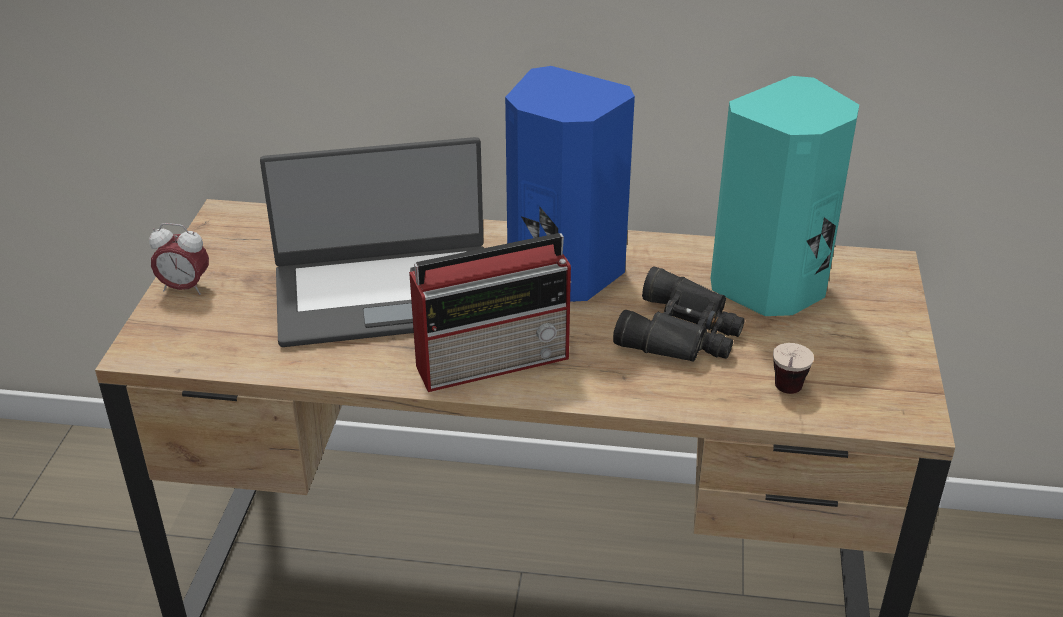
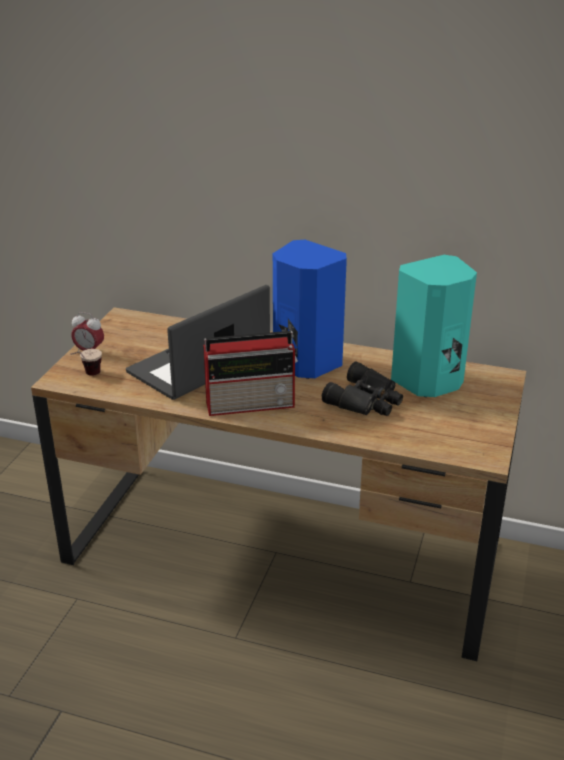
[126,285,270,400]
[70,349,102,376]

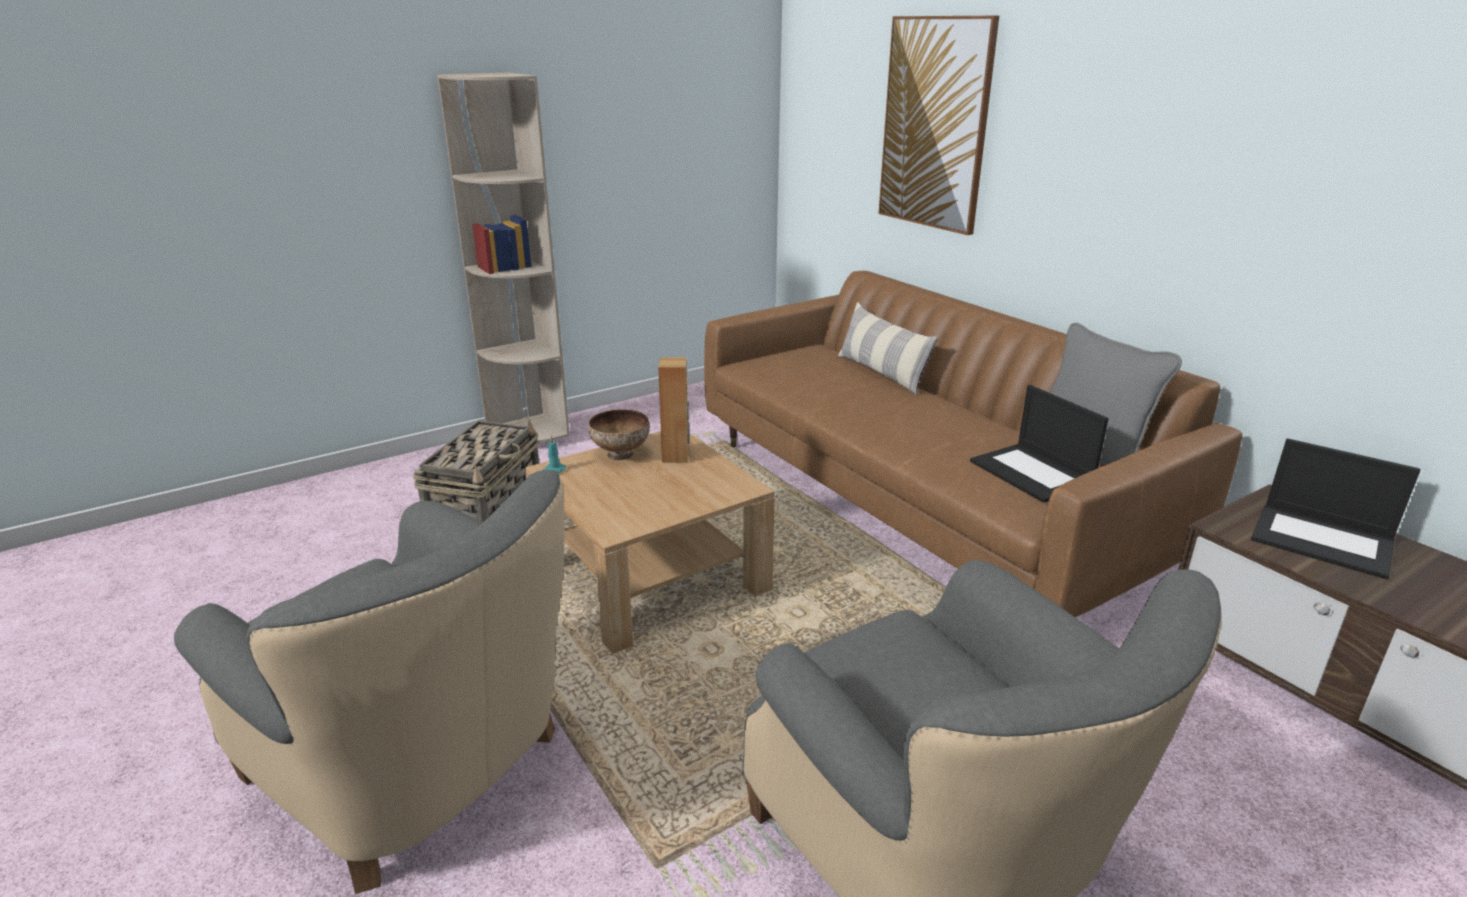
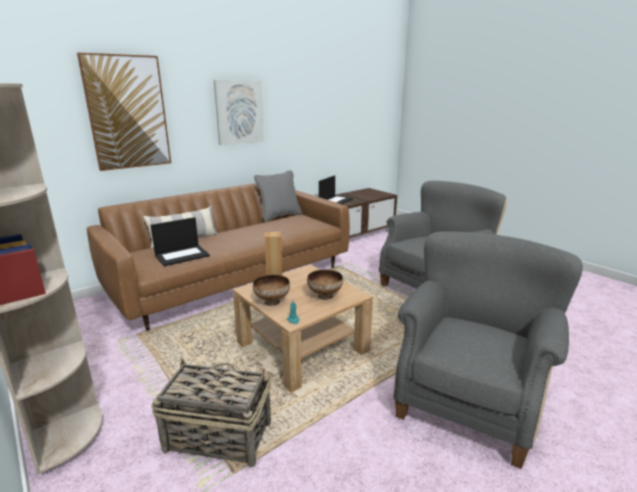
[150,217,210,266]
[214,80,264,145]
[307,269,343,300]

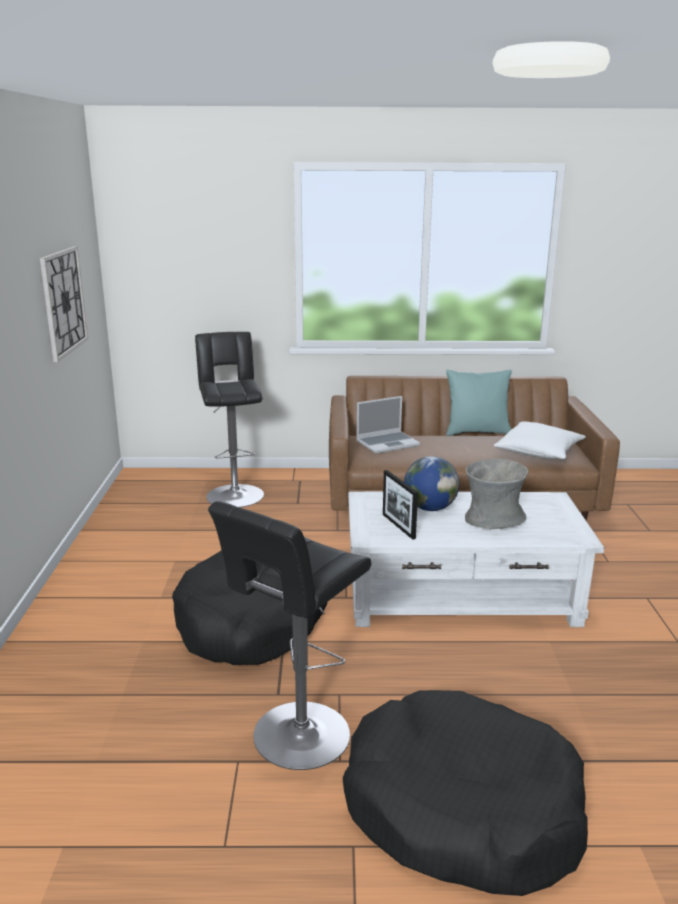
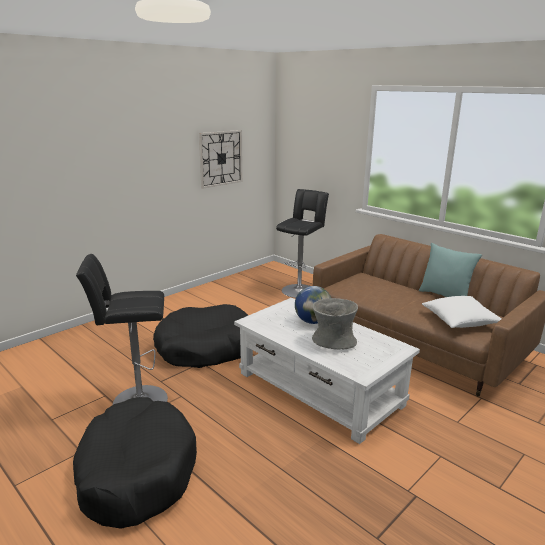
[356,396,420,454] (first image)
[383,470,418,540] (first image)

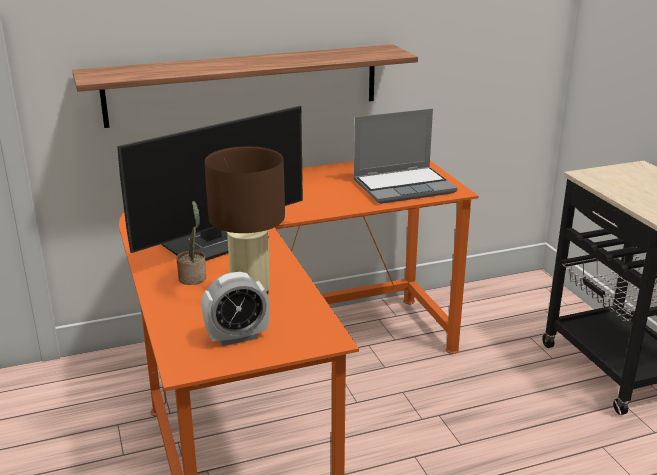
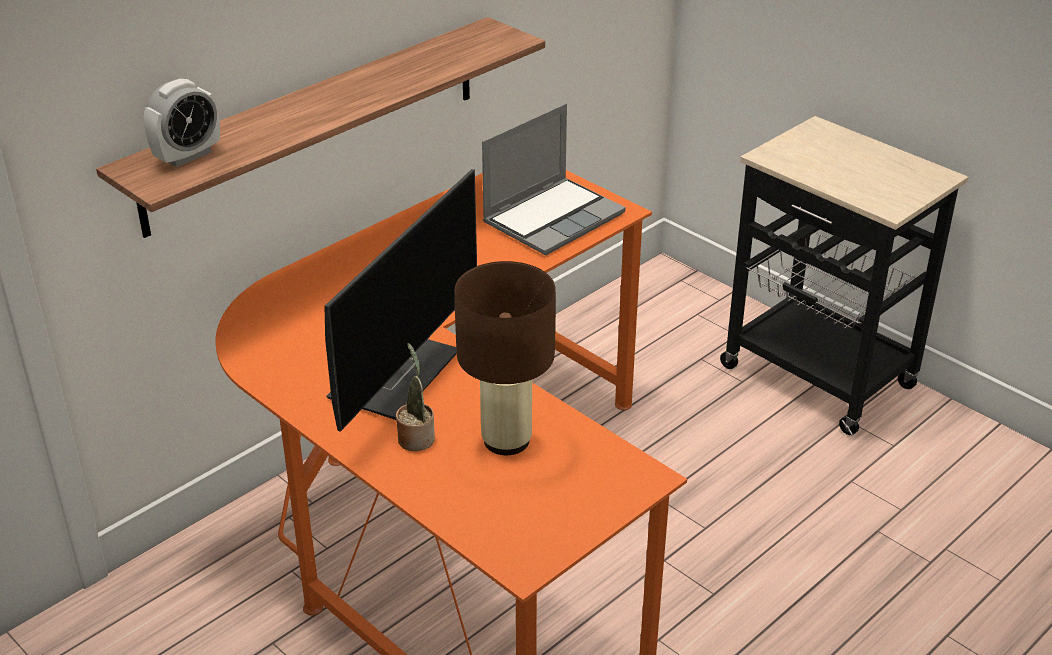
[144,79,220,167]

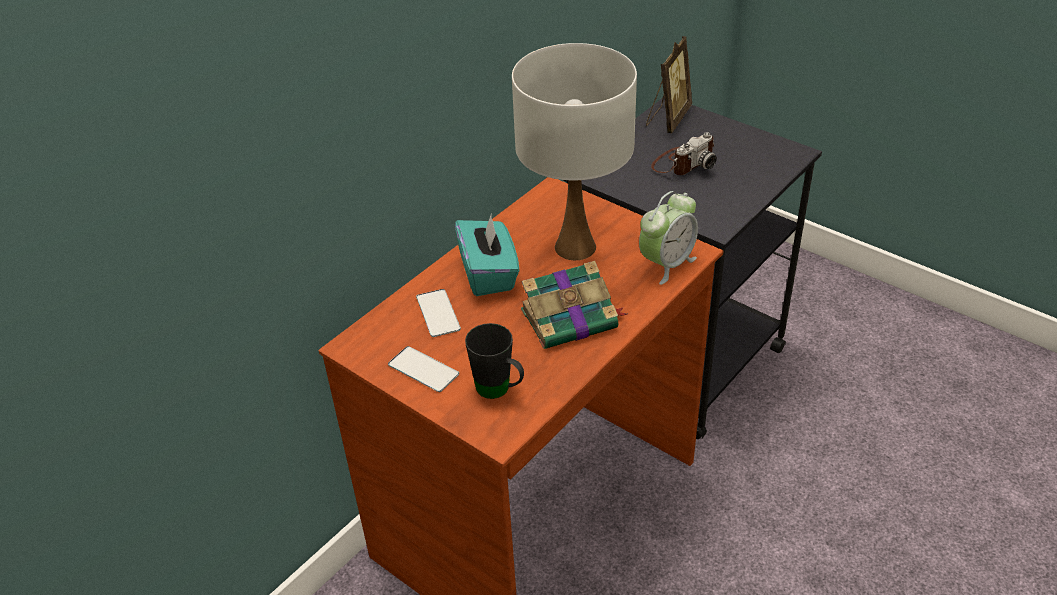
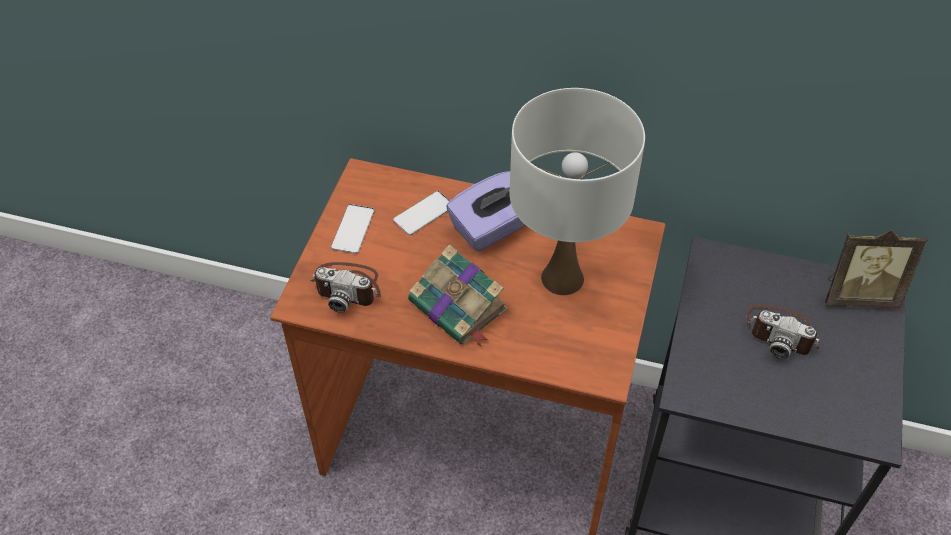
[639,191,698,285] (first image)
[446,171,525,252]
[310,262,381,313]

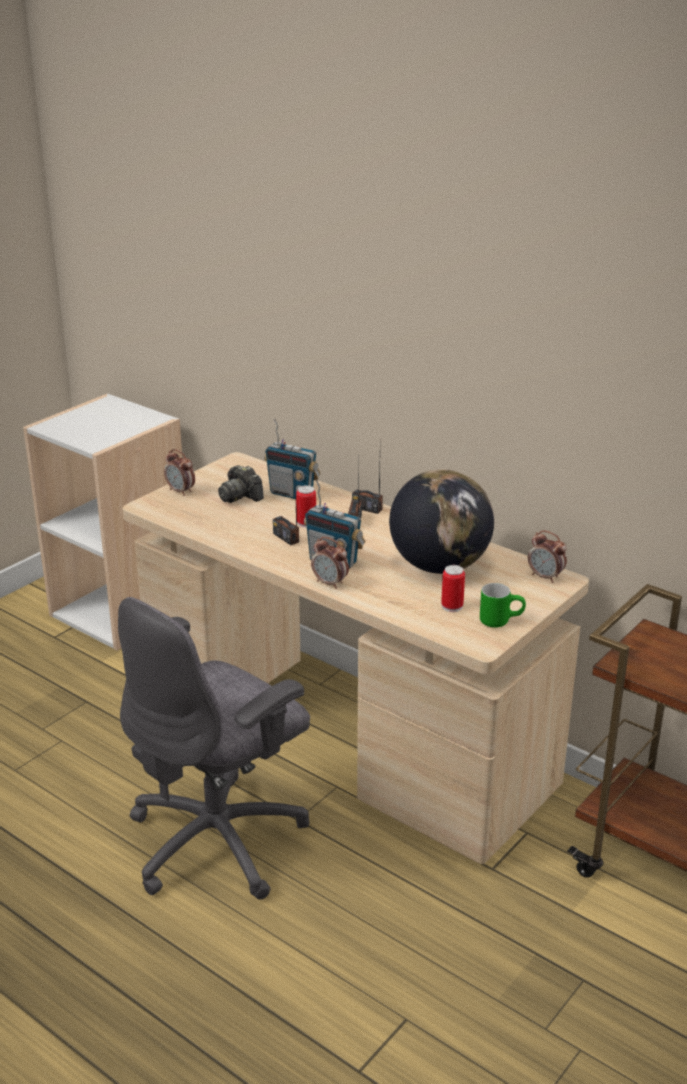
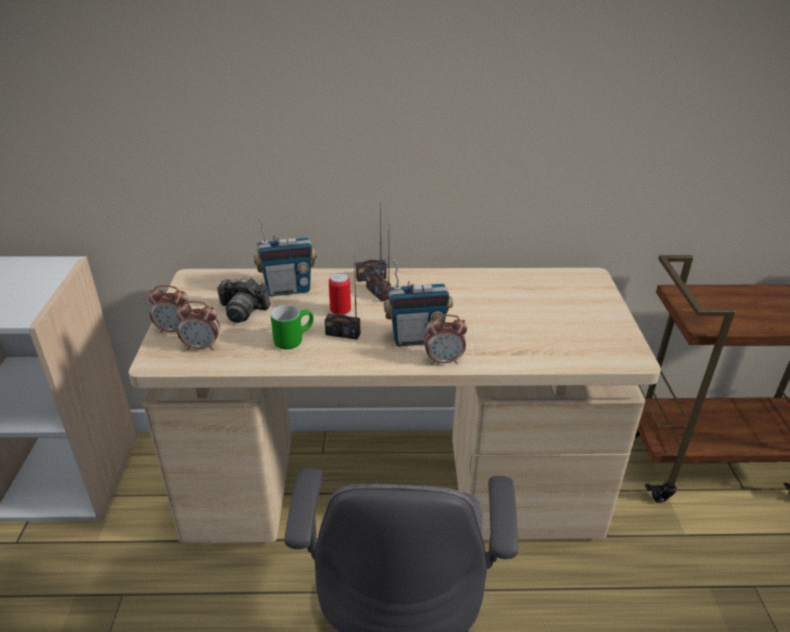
[389,469,494,574] (first image)
[176,301,220,350]
[441,565,465,612] (first image)
[271,305,314,349]

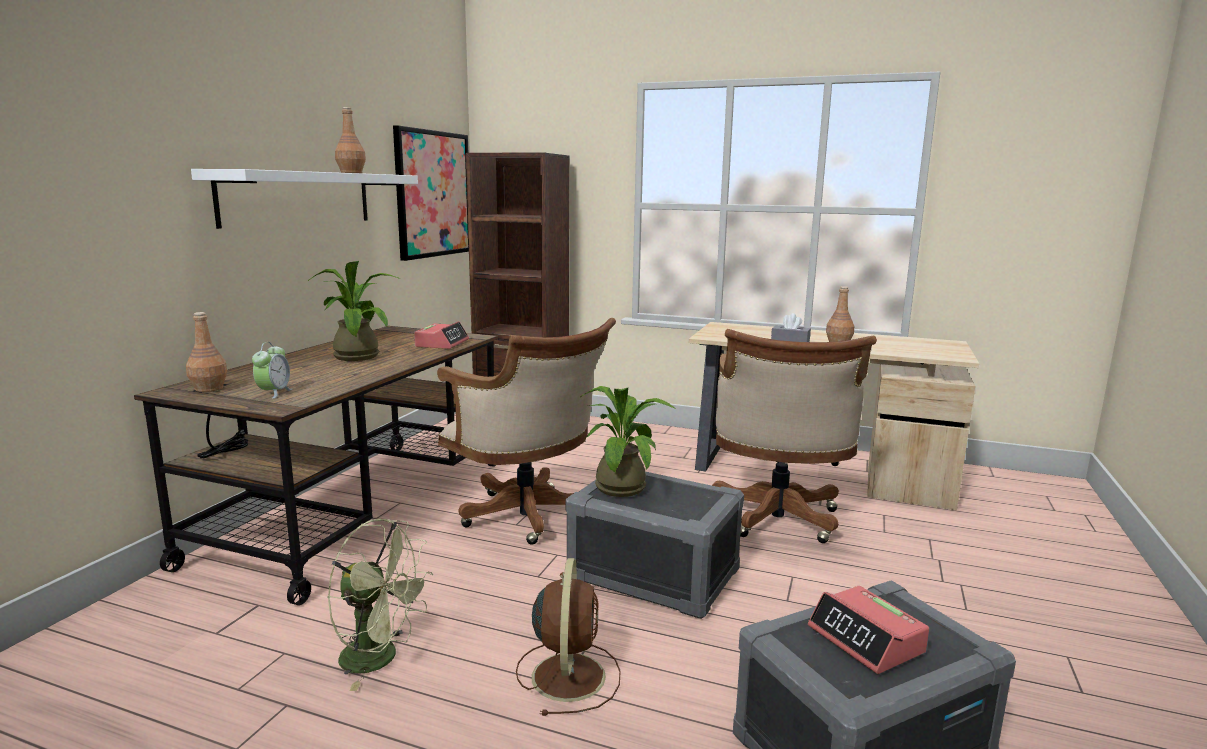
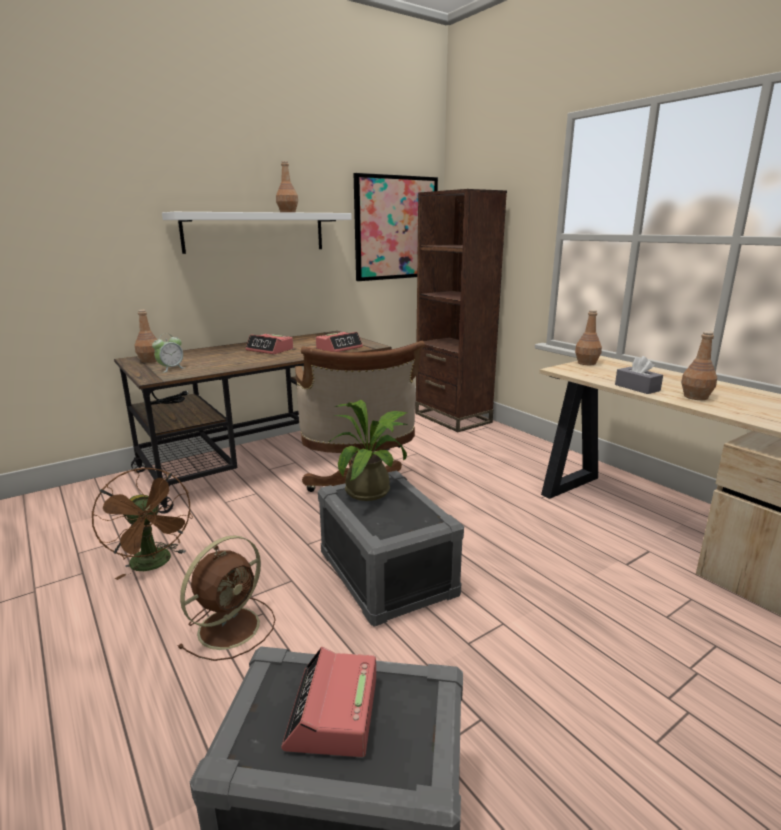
[245,334,293,354]
[712,329,877,543] (first image)
[92,468,193,580]
[575,310,602,365]

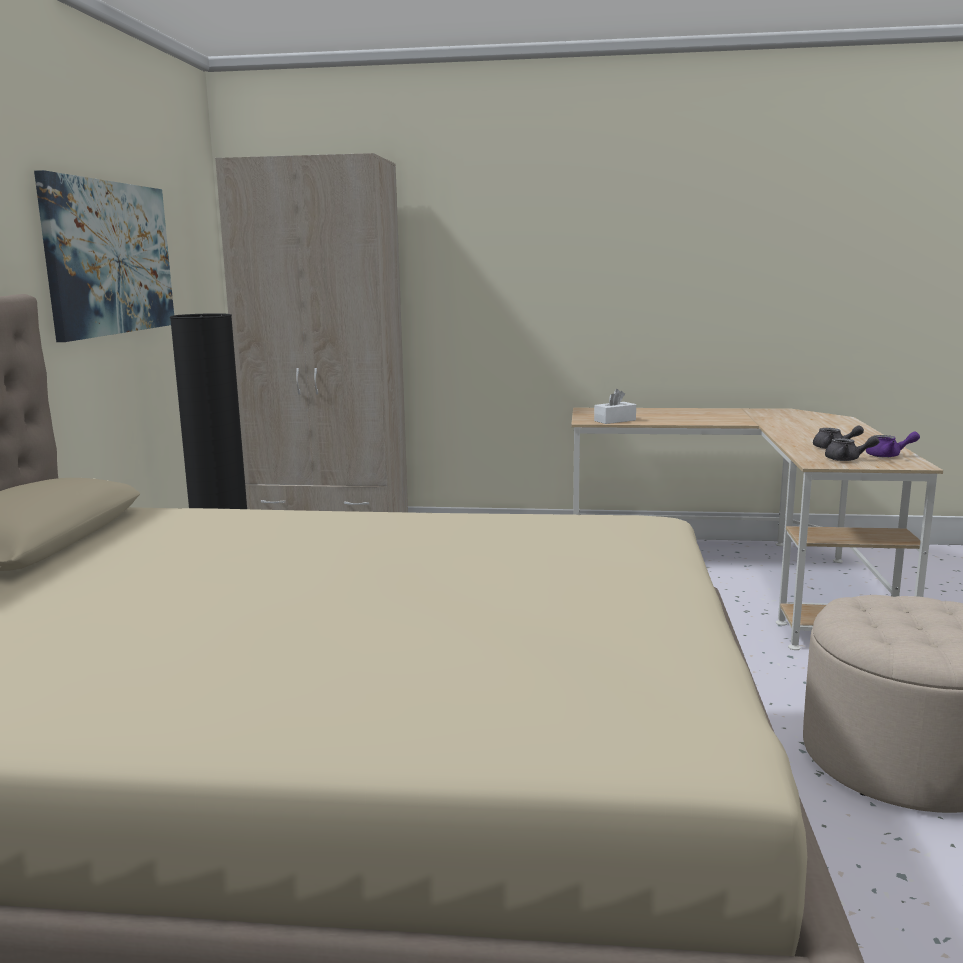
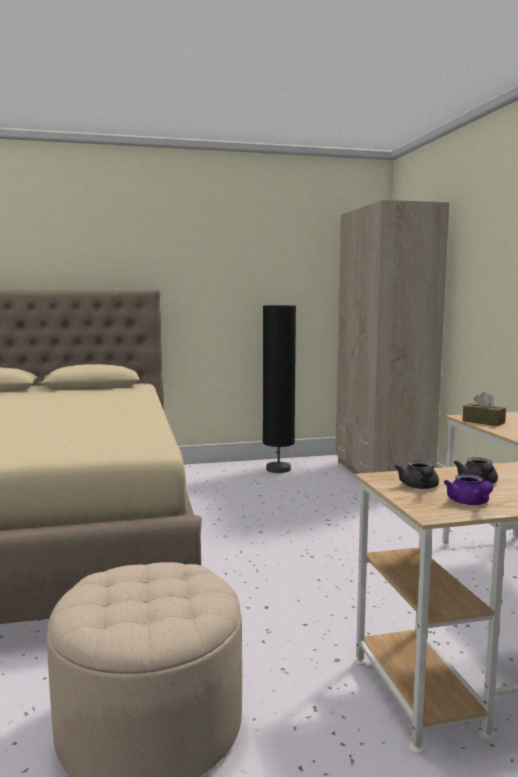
[34,170,174,342] (first image)
[463,392,506,426]

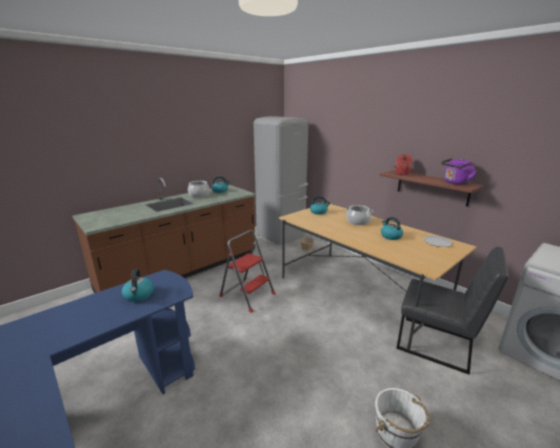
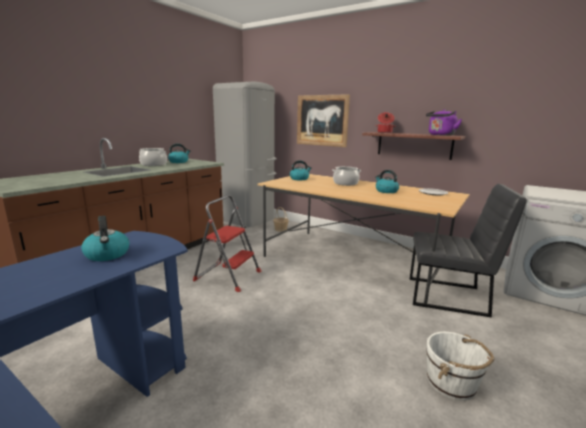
[297,94,350,147]

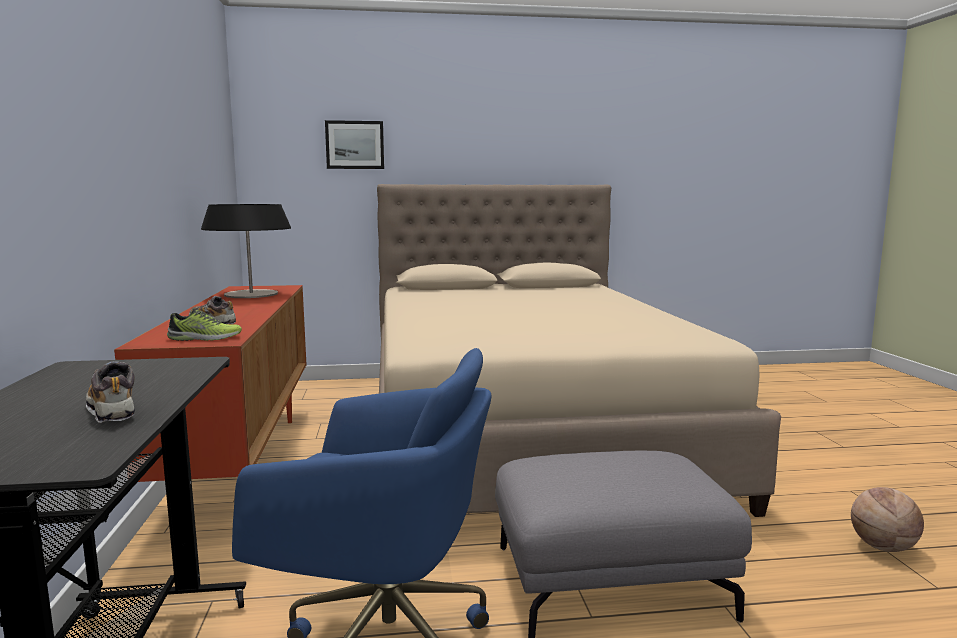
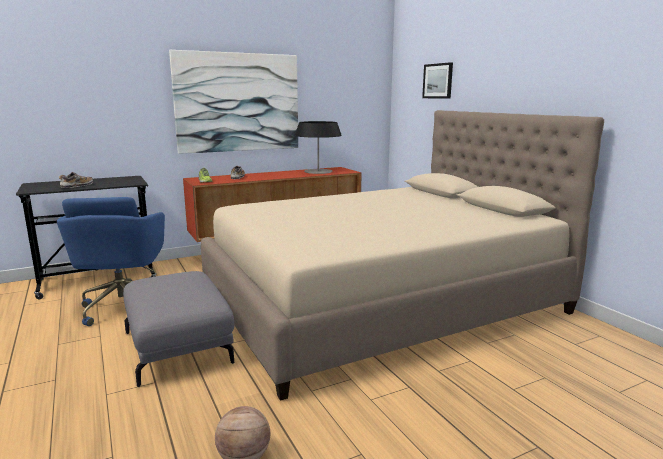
[169,50,298,154]

